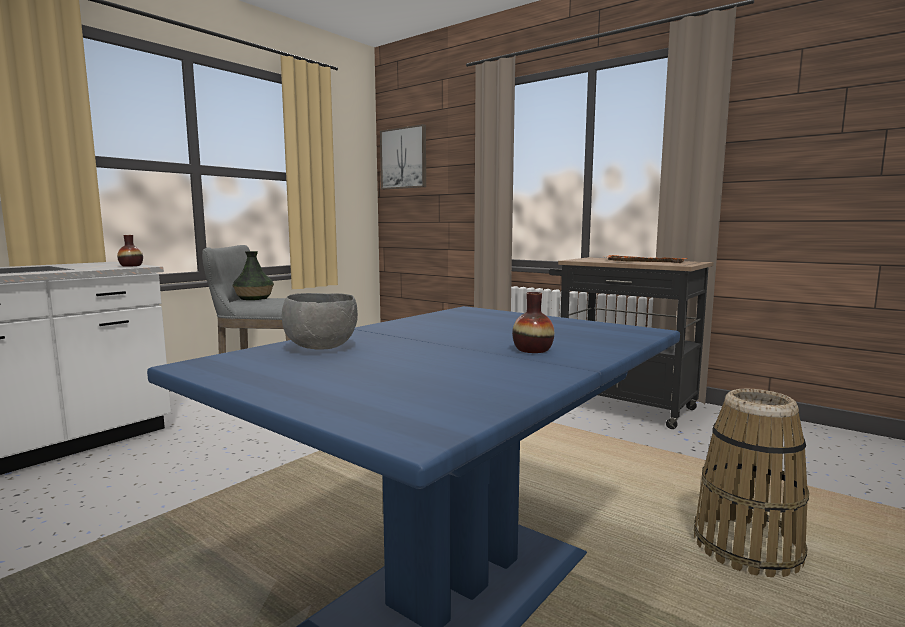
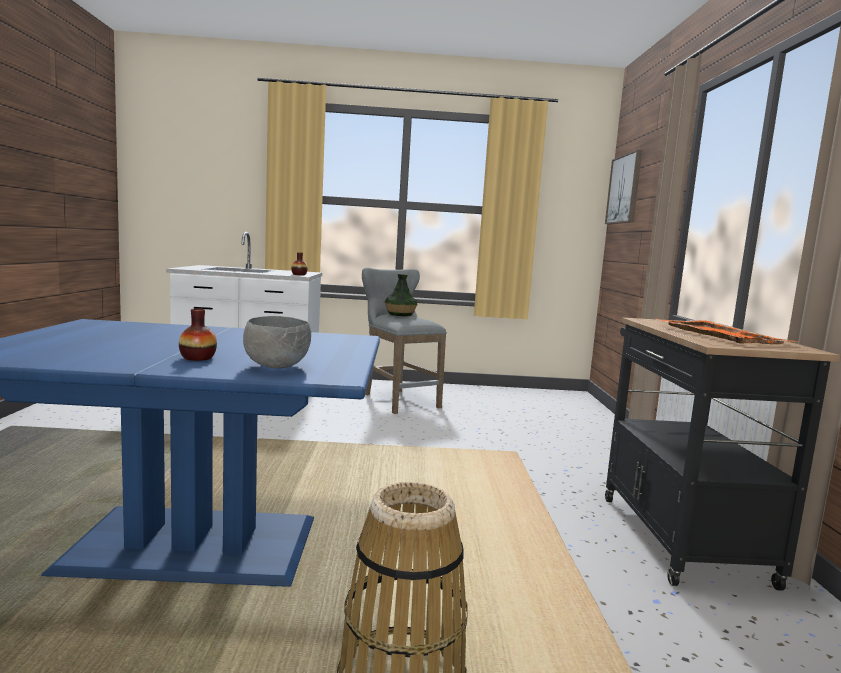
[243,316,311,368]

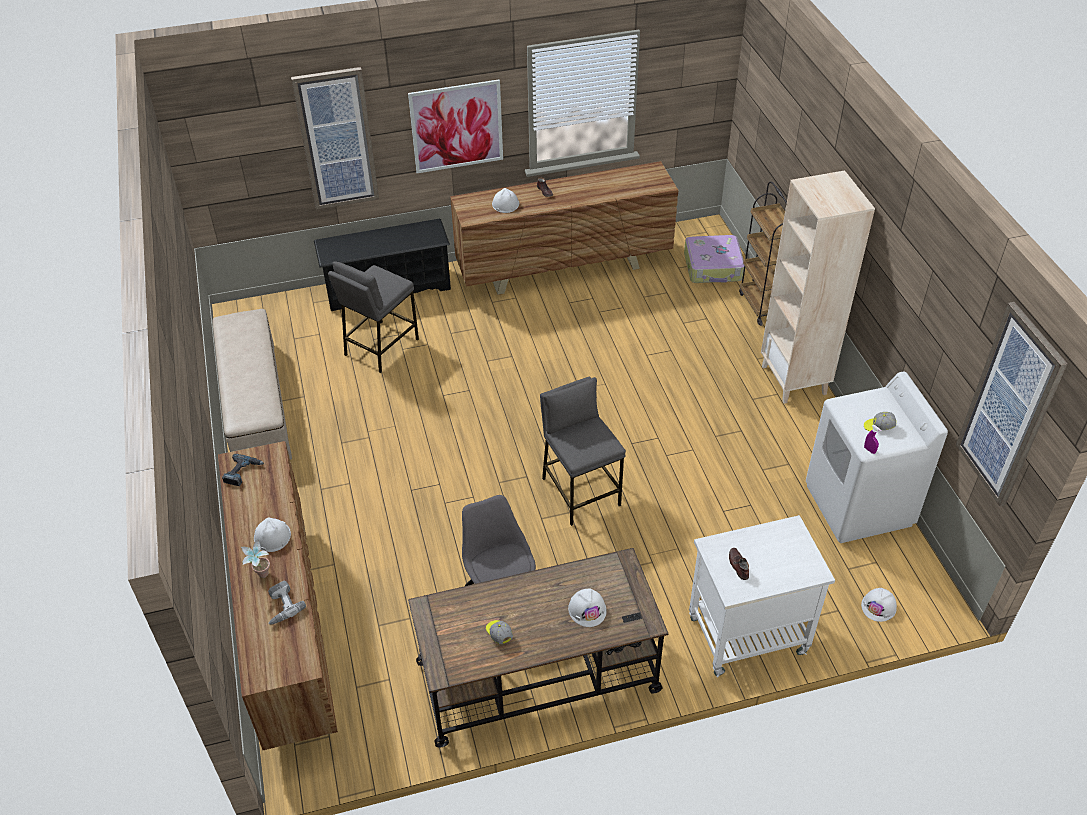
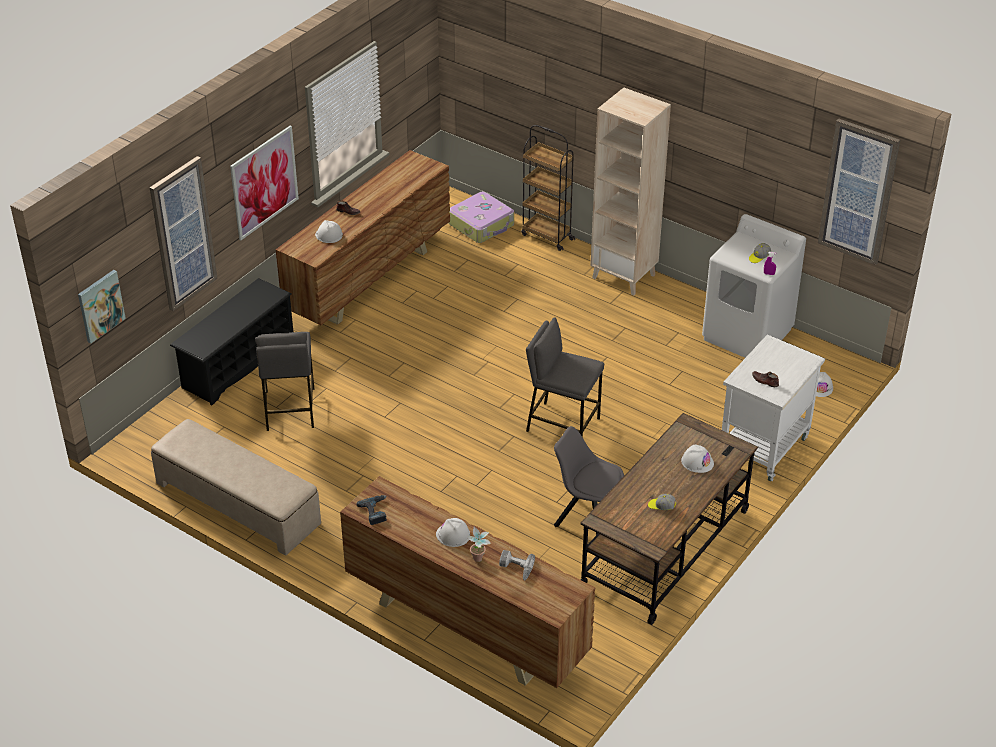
[78,270,126,344]

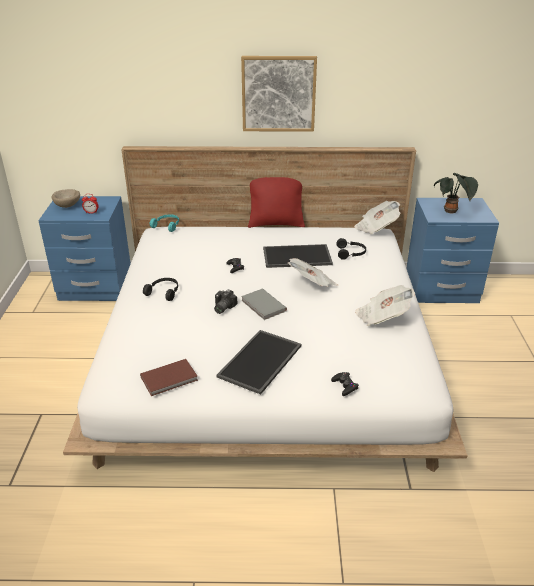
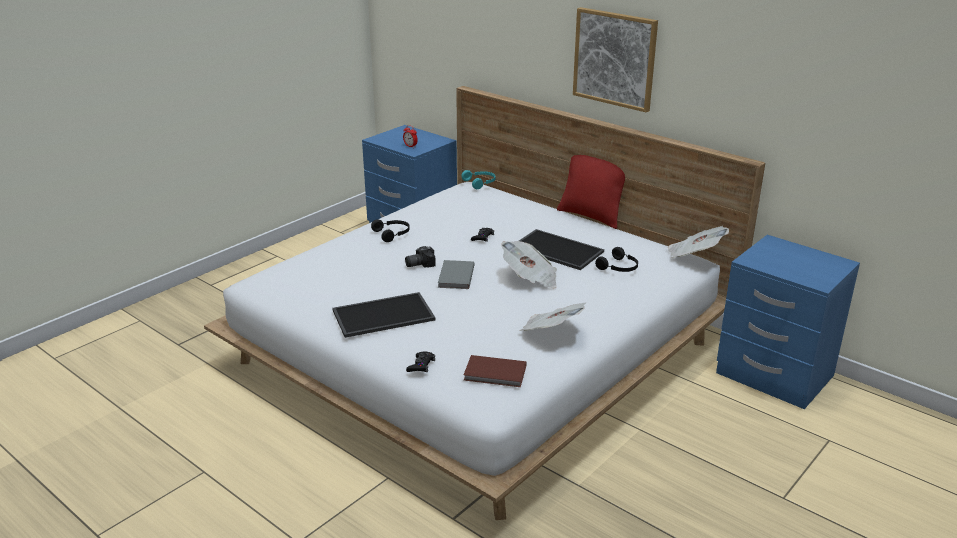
[434,173,478,213] (first image)
[52,189,80,208] (first image)
[463,355,527,387]

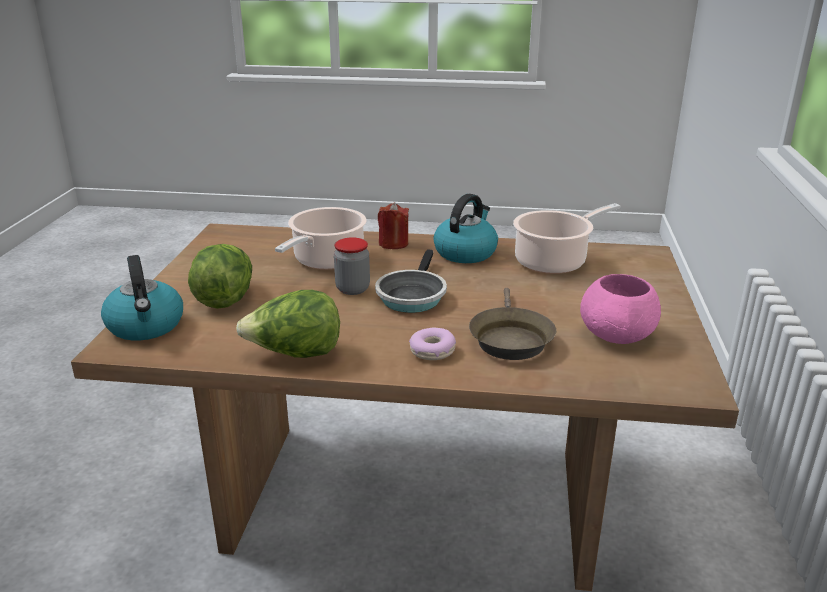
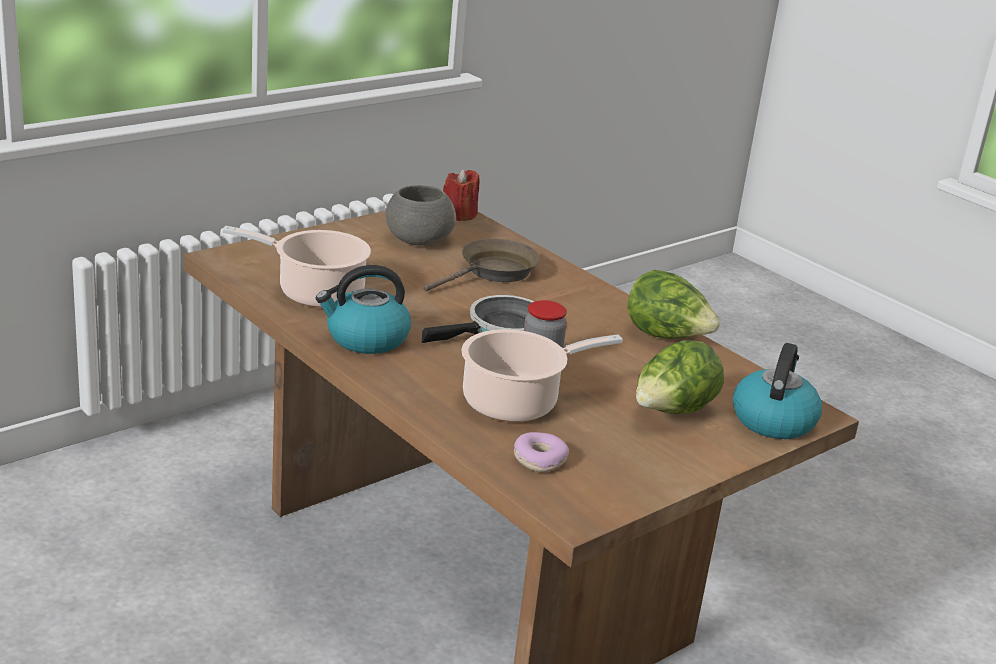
[443,169,479,221]
[386,185,456,246]
[514,432,569,472]

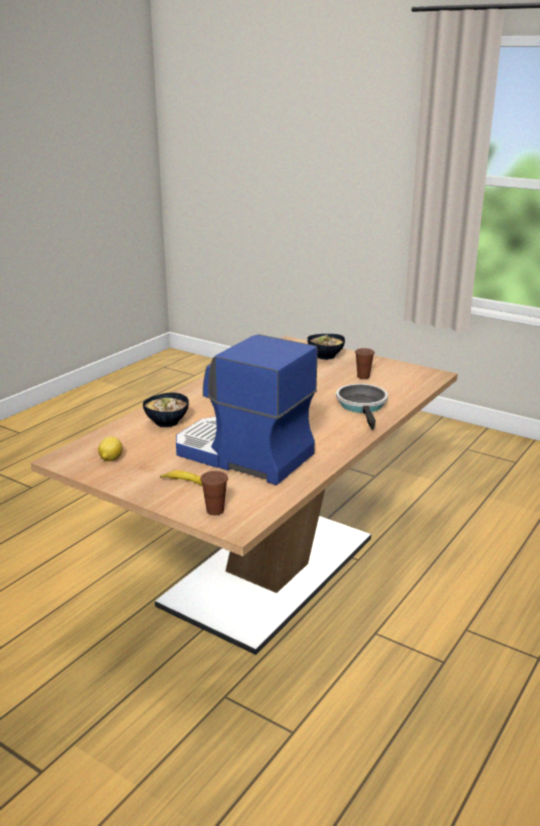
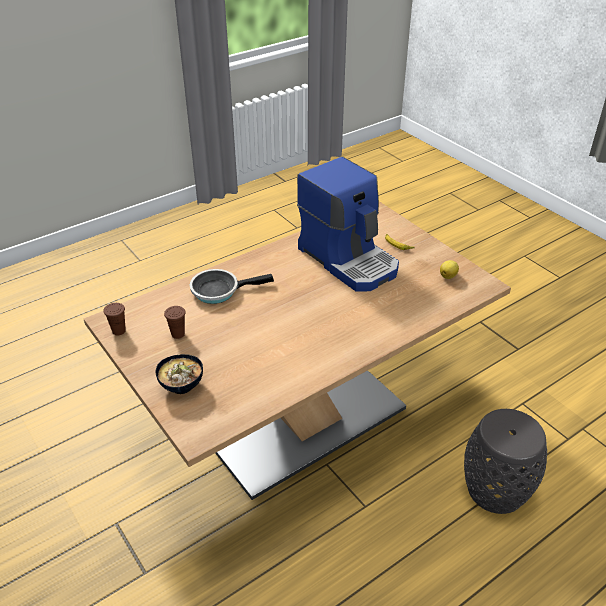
[190,269,274,304]
[143,393,189,427] (first image)
[103,303,126,335]
[464,409,547,514]

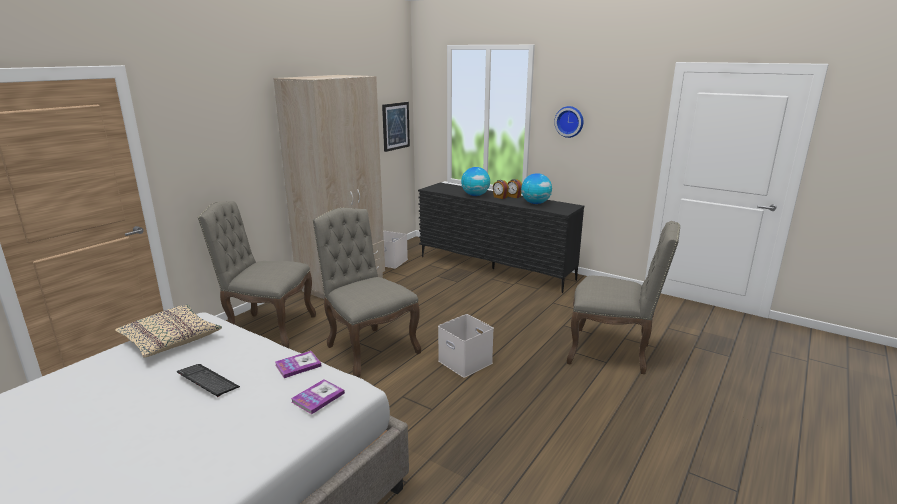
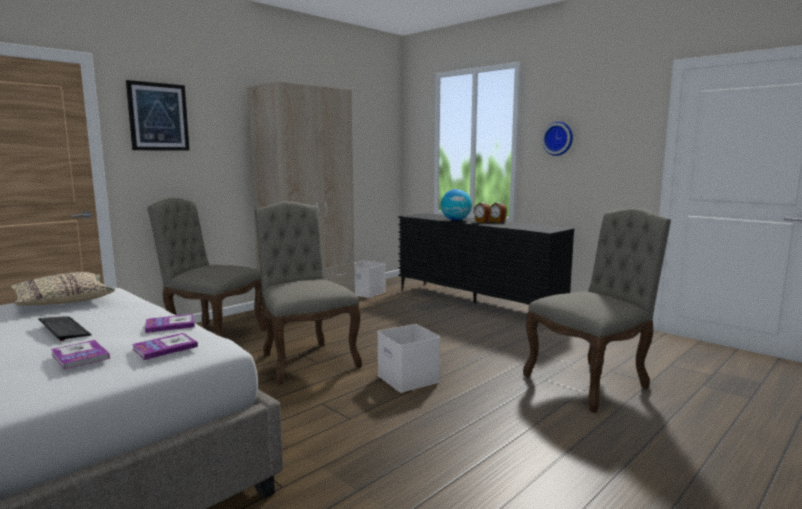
[126,80,190,151]
[521,173,552,204] (first image)
[523,208,671,413]
[51,340,110,369]

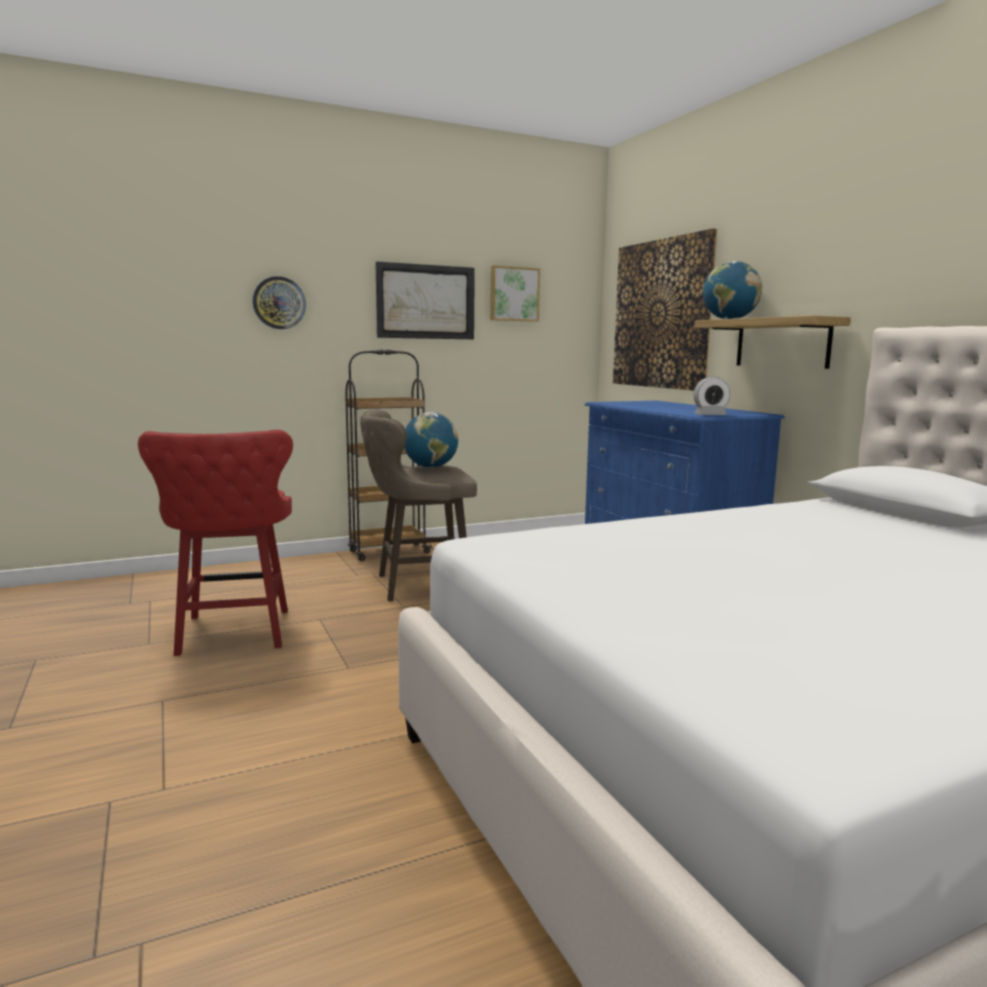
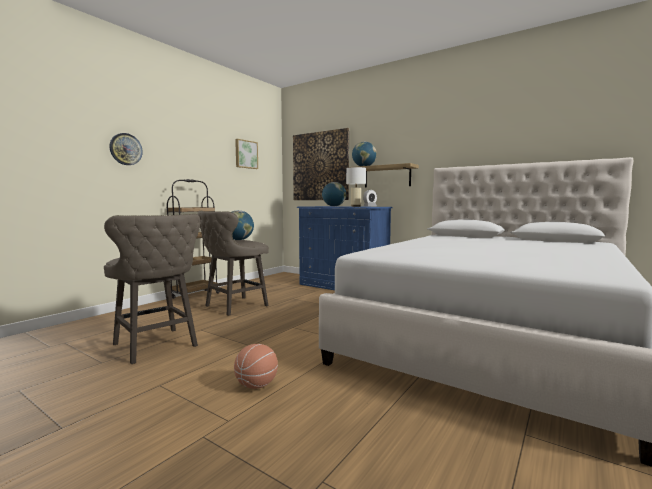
[375,262,475,339] (first image)
[104,214,200,364]
[346,167,366,207]
[322,182,346,206]
[234,344,278,389]

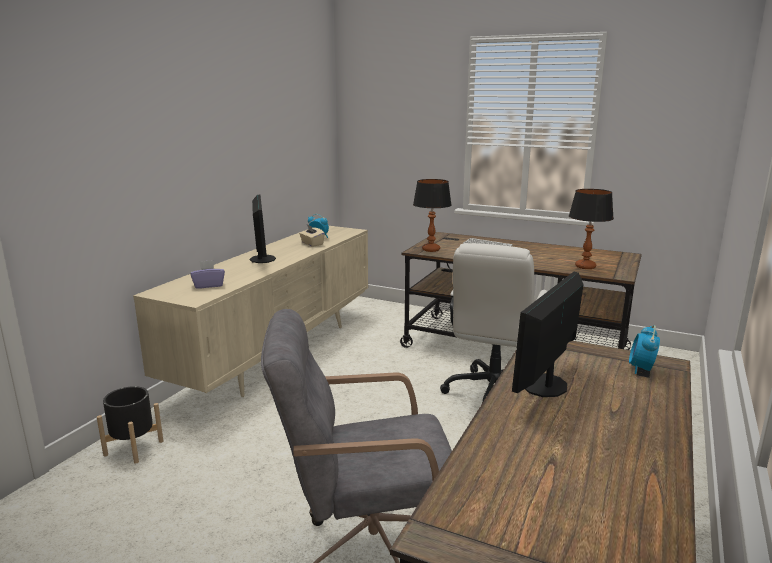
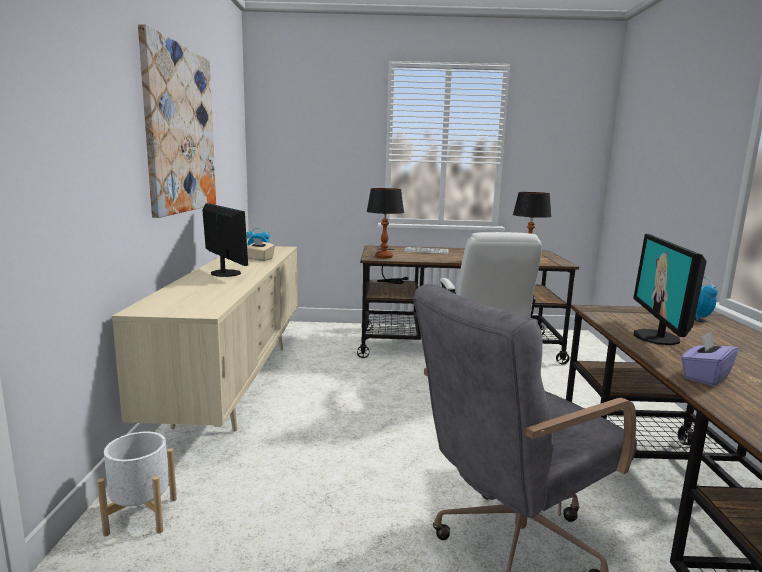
[681,332,738,386]
[97,431,177,536]
[138,24,216,218]

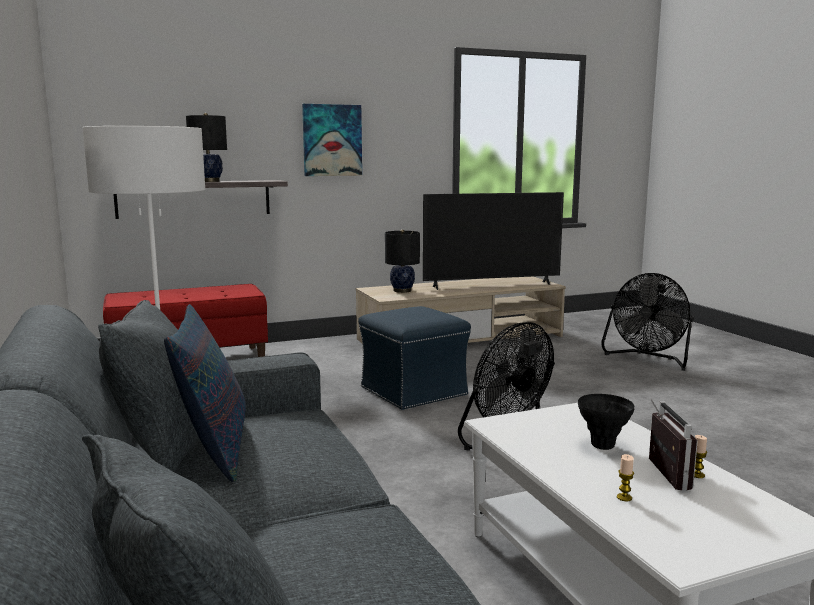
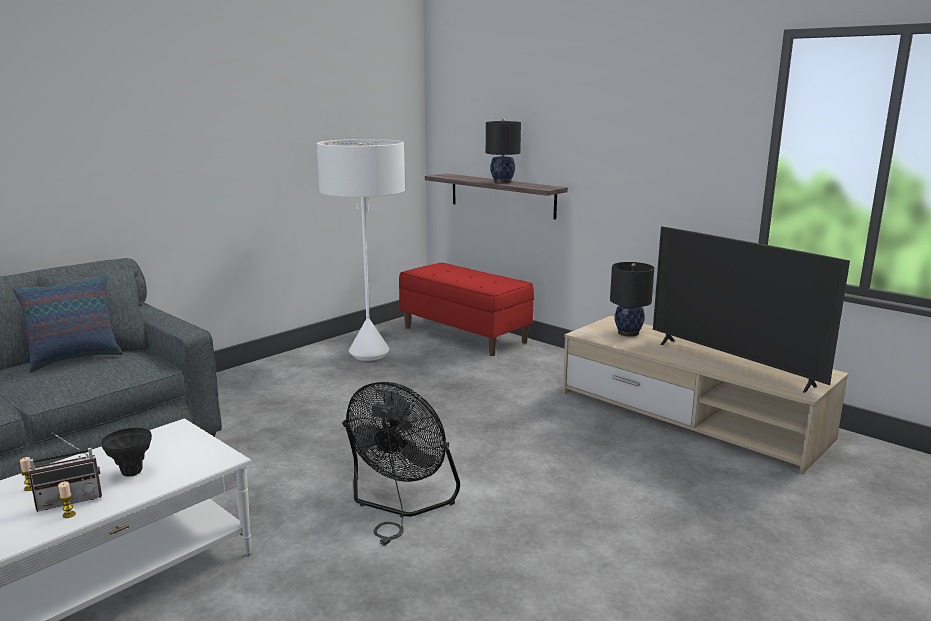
[302,104,362,176] (first image)
[601,273,694,371] (first image)
[358,306,471,410] (first image)

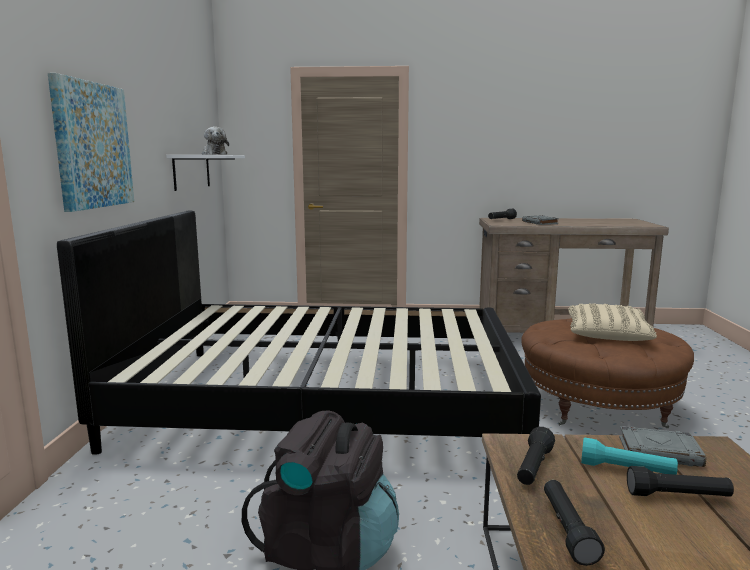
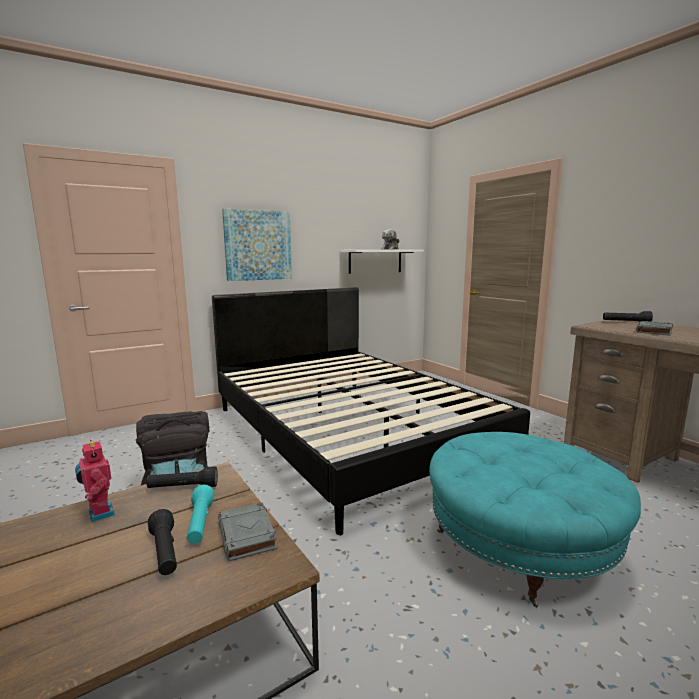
[568,303,657,341] (first image)
[429,432,641,608]
[75,440,115,522]

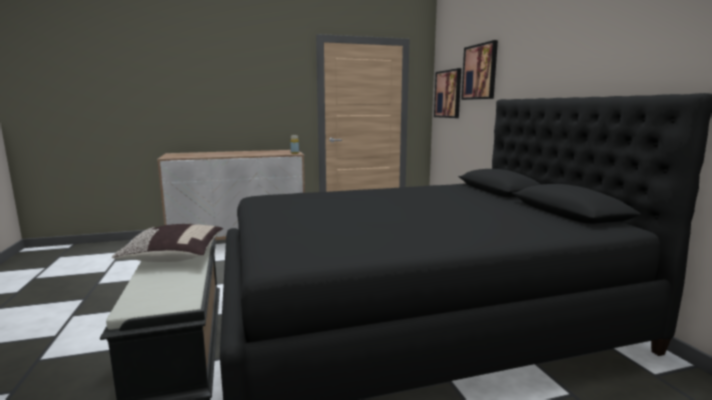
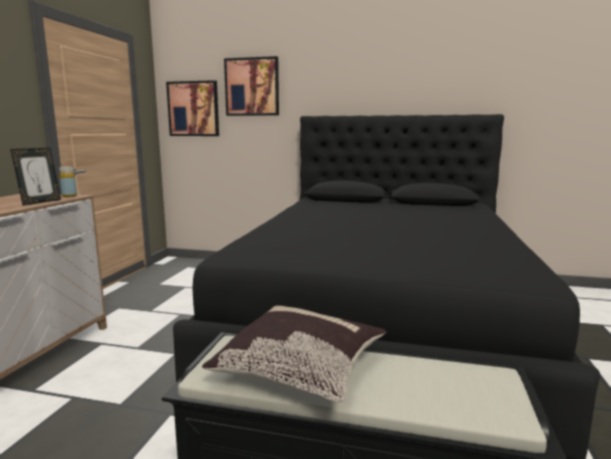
[10,148,61,206]

